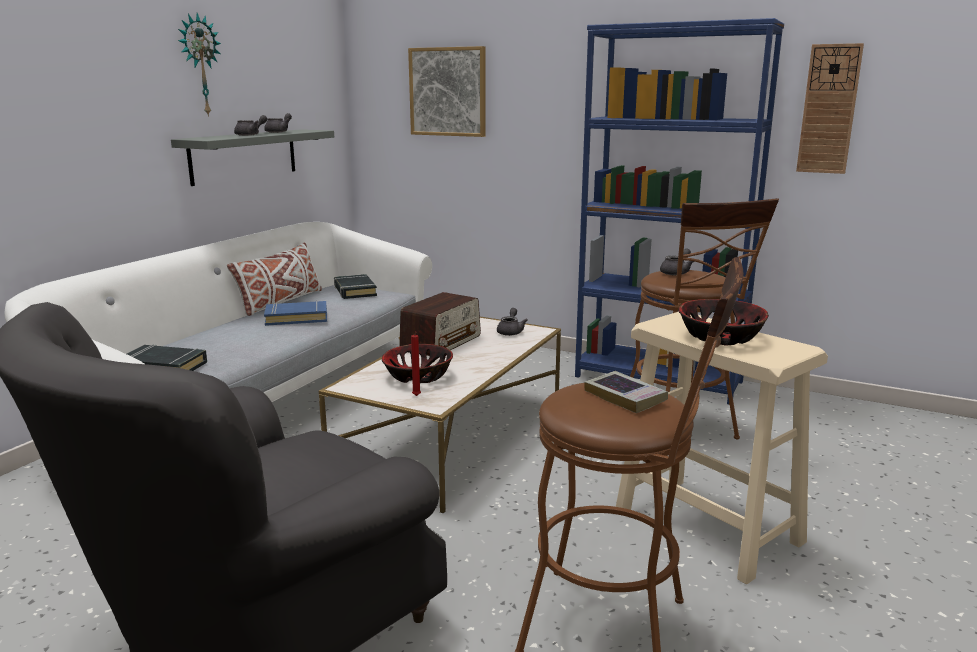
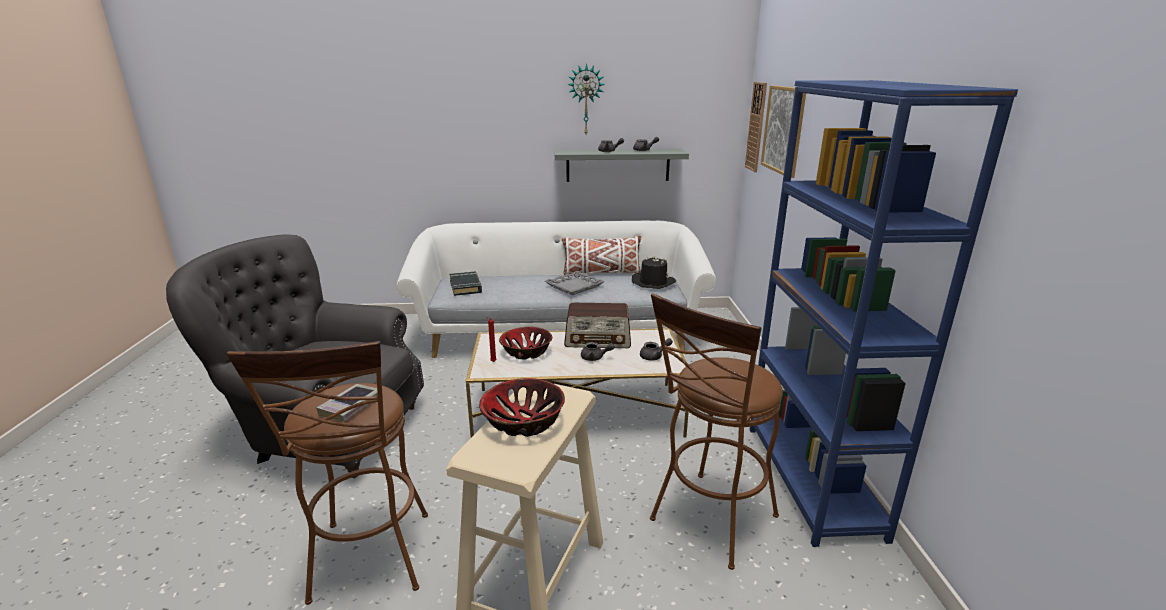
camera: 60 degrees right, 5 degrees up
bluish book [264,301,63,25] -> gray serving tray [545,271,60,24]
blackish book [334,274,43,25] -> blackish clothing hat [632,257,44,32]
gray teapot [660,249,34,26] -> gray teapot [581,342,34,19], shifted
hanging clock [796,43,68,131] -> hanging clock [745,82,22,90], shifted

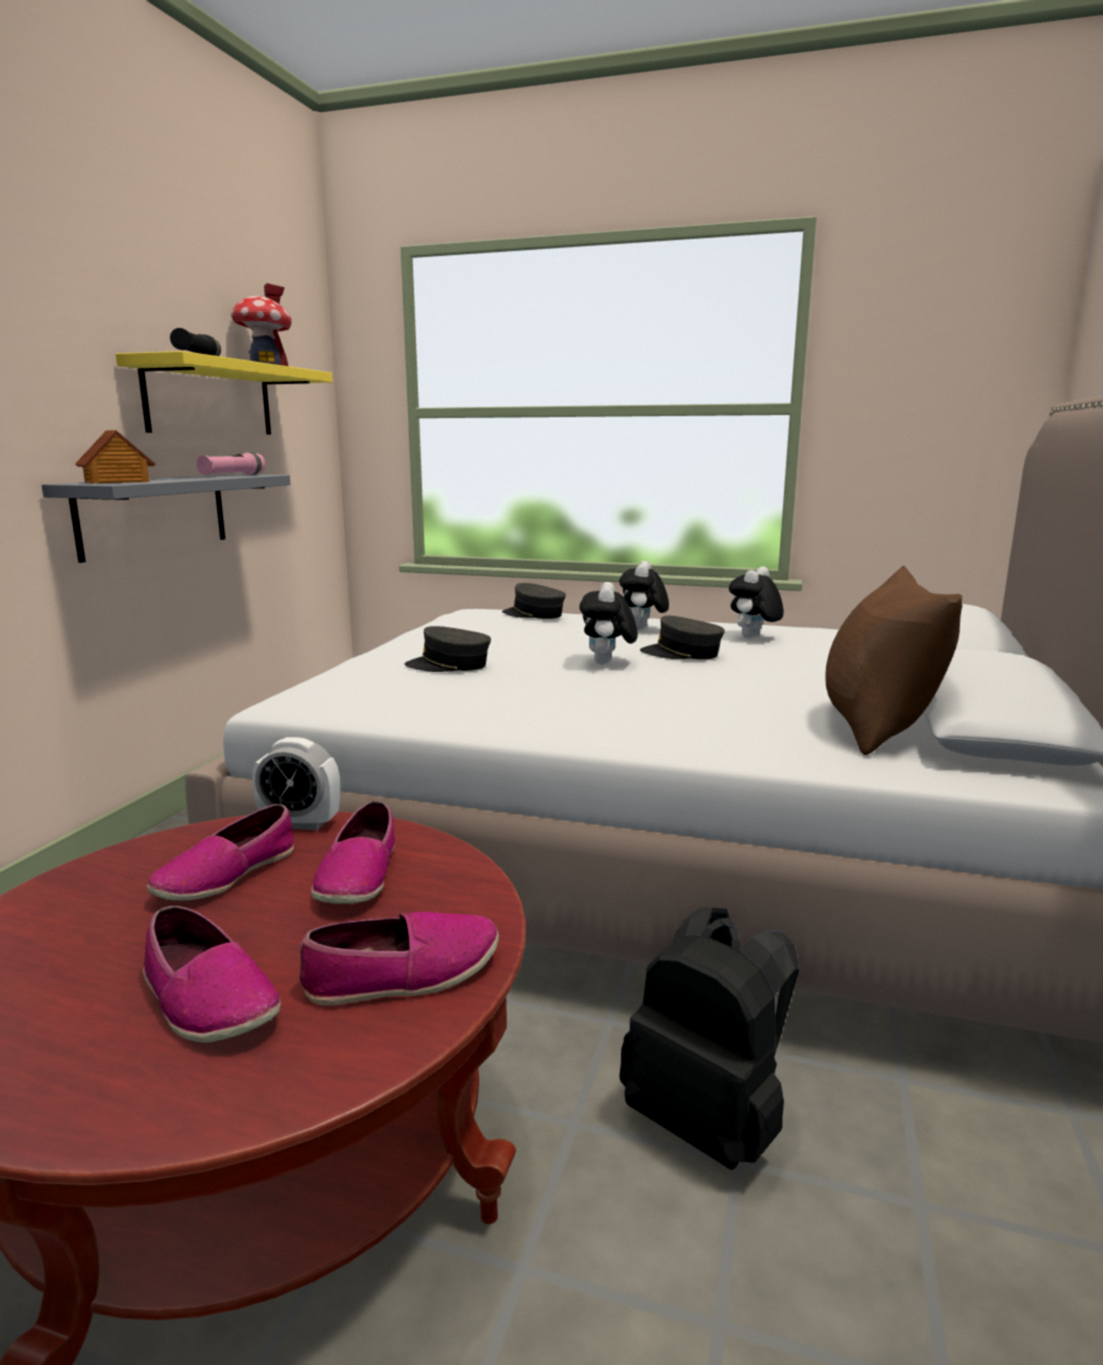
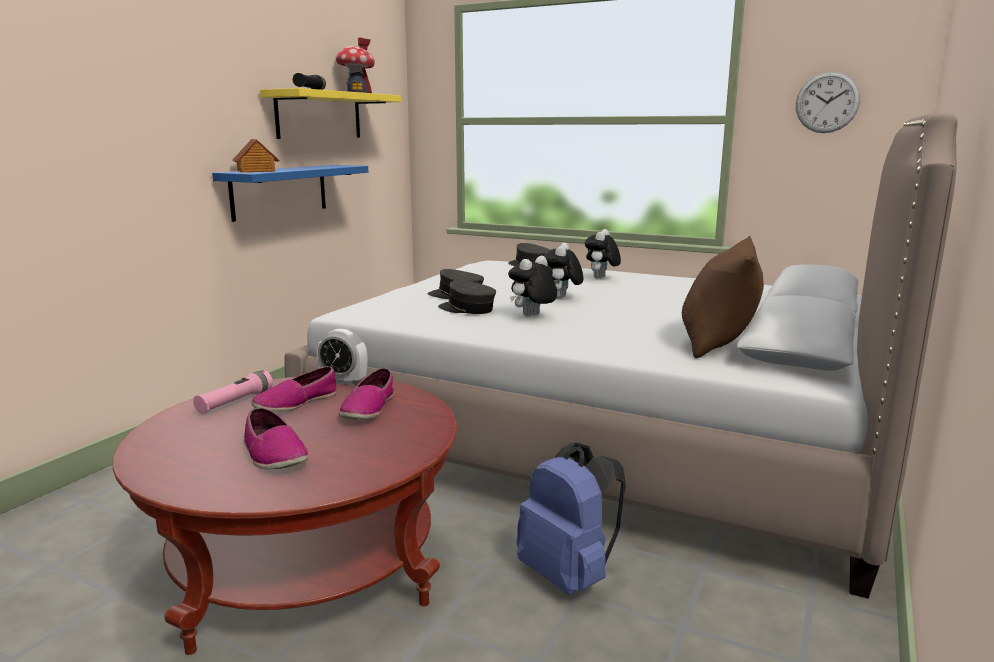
camera: 10 degrees right, 0 degrees up
gray shelf [42,474,249,89] -> bluish shelf [212,165,156,57]
pinkish torch [196,453,69,22] -> pinkish torch [193,370,80,44], shifted
item of footwear [299,912,200,94] -> none
blackish rucksack [619,908,180,262] -> bluish rucksack [517,442,109,153]
gray cap [640,616,85,43] -> gray cap [438,280,58,34], shifted
soft toy [729,566,55,72] -> soft toy [508,256,49,61], shifted
none -> hanging clock [796,71,64,62]

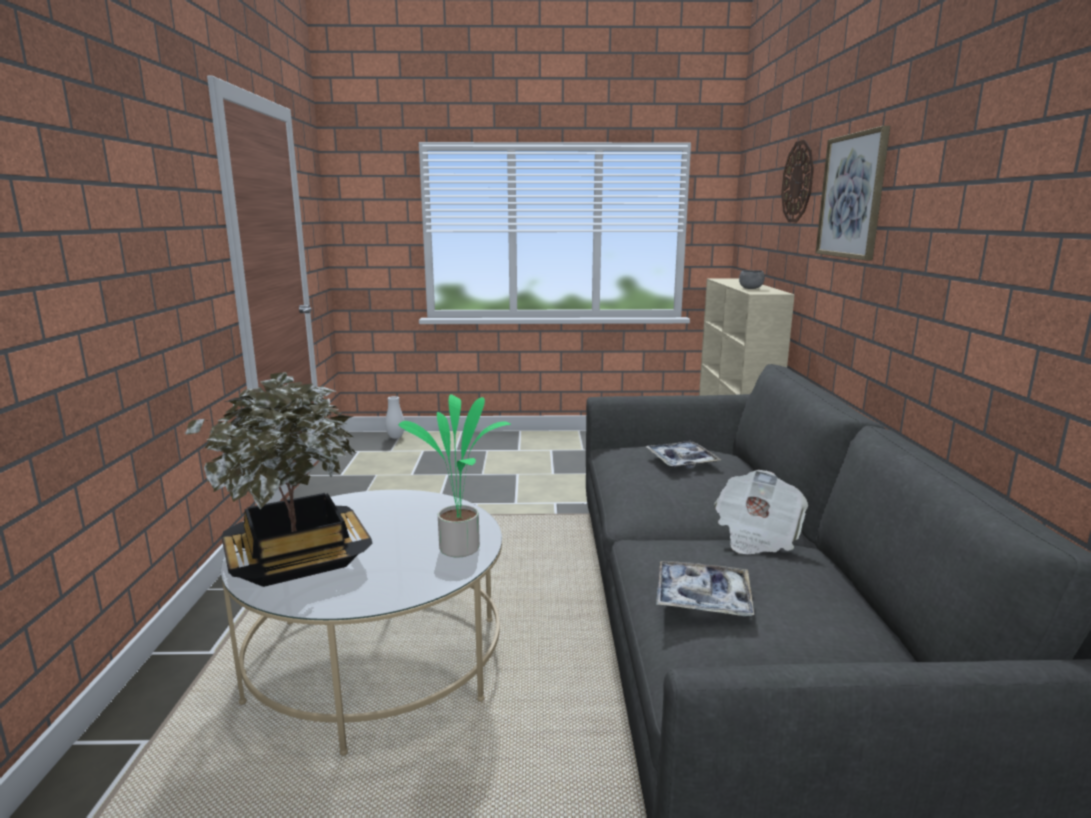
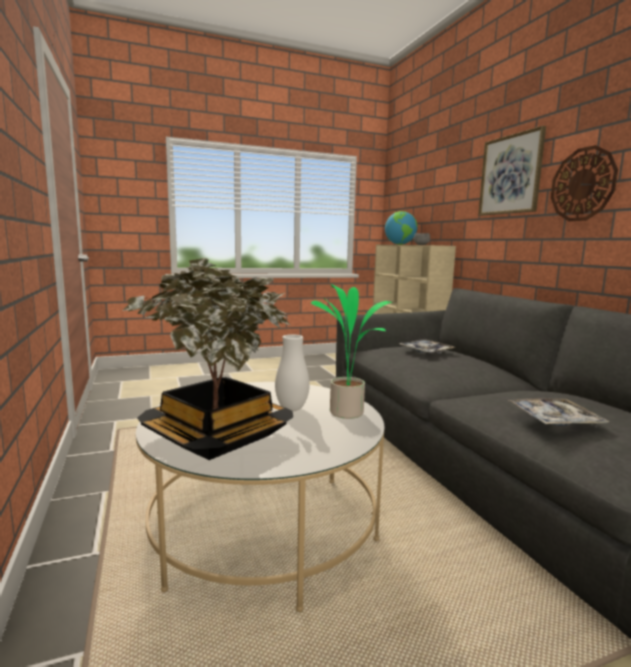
camera: 20 degrees left, 5 degrees down
whitish flower vase [385,396,19,43] -> whitish flower vase [275,334,35,77], shifted
daily paper [714,470,94,84] -> none
hanging clock [781,140,33,82] -> hanging clock [551,145,67,76], shifted
none -> globe [385,211,33,34]

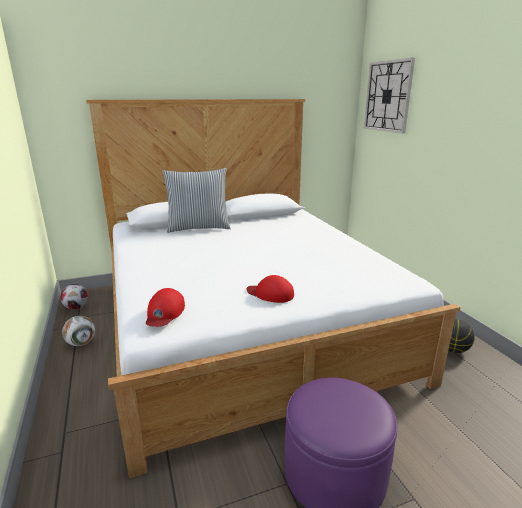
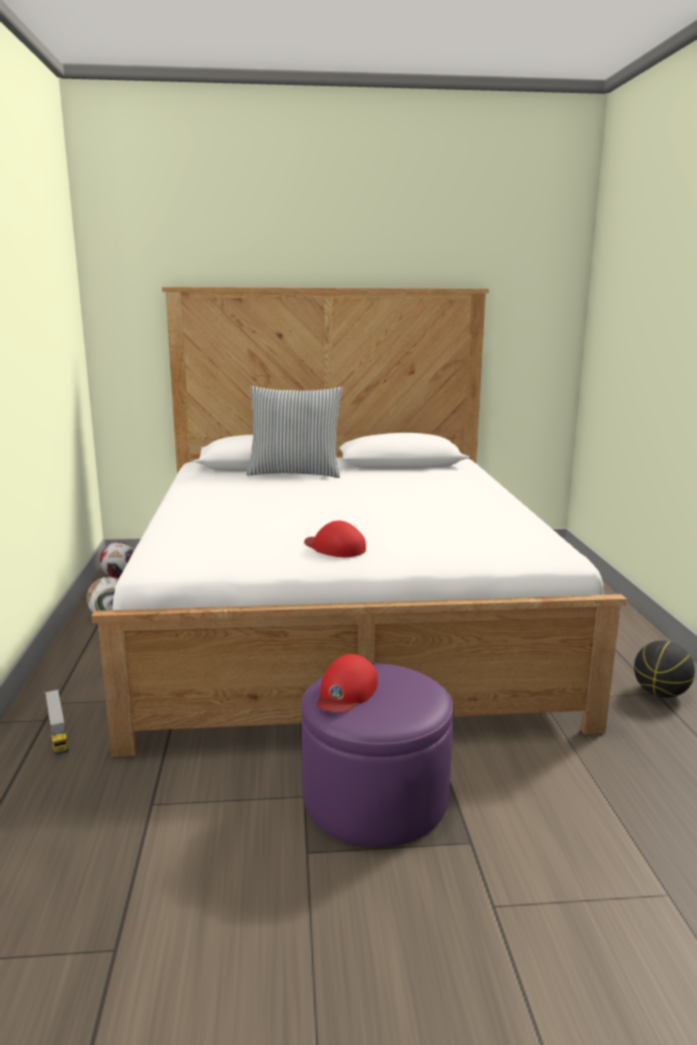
camera: 15 degrees right, 5 degrees down
red cap [146,288,39,39] -> red cap [317,654,61,59], shifted
hanging clock [364,58,51,76] -> none
none -> toy truck [45,689,23,66]

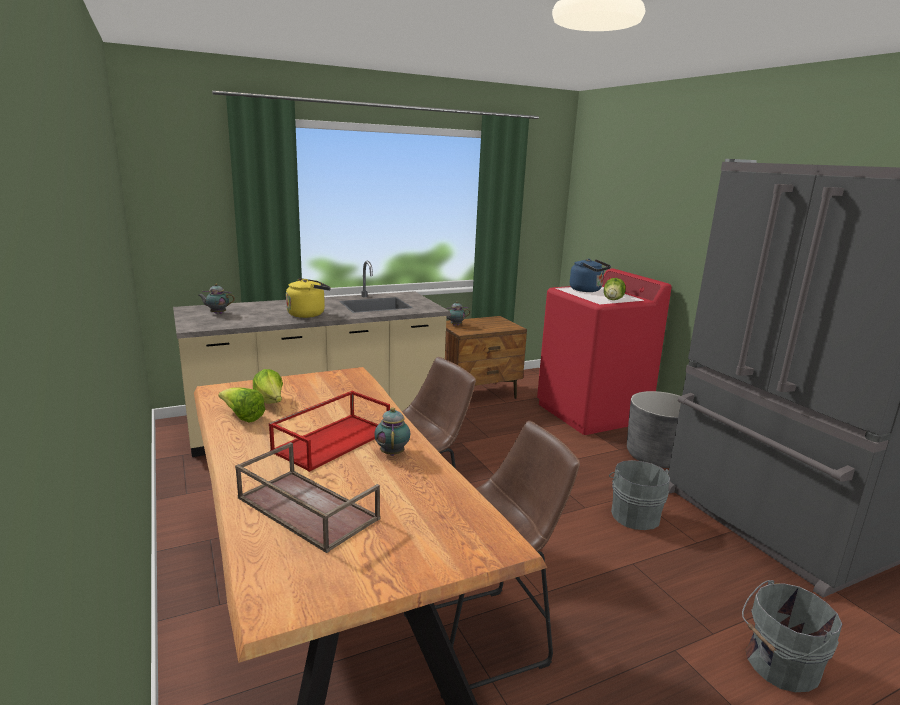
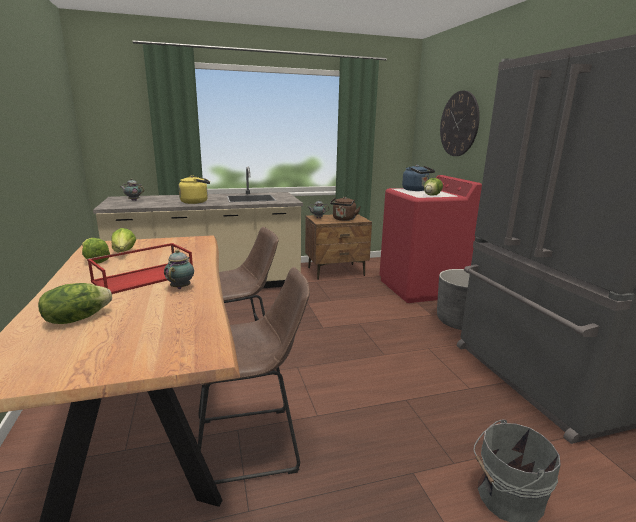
camera: 10 degrees right, 0 degrees up
brown serving tray [235,442,145,111] -> head of lettuce [38,283,74,41]
gray bucket [609,460,61,70] -> none
none -> brown water kettle [330,197,31,24]
none -> hanging clock [440,90,40,66]

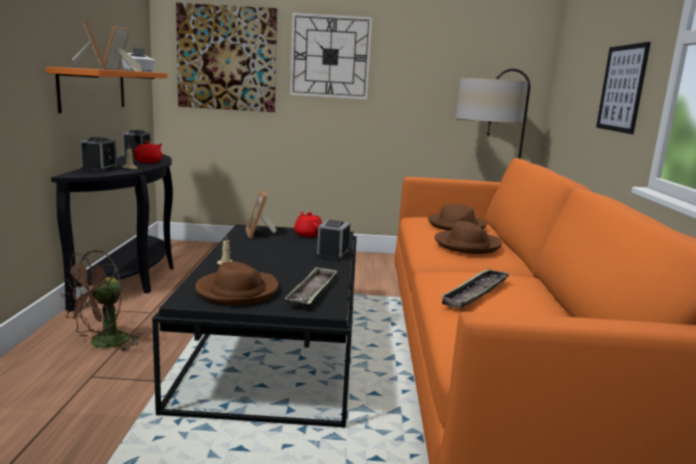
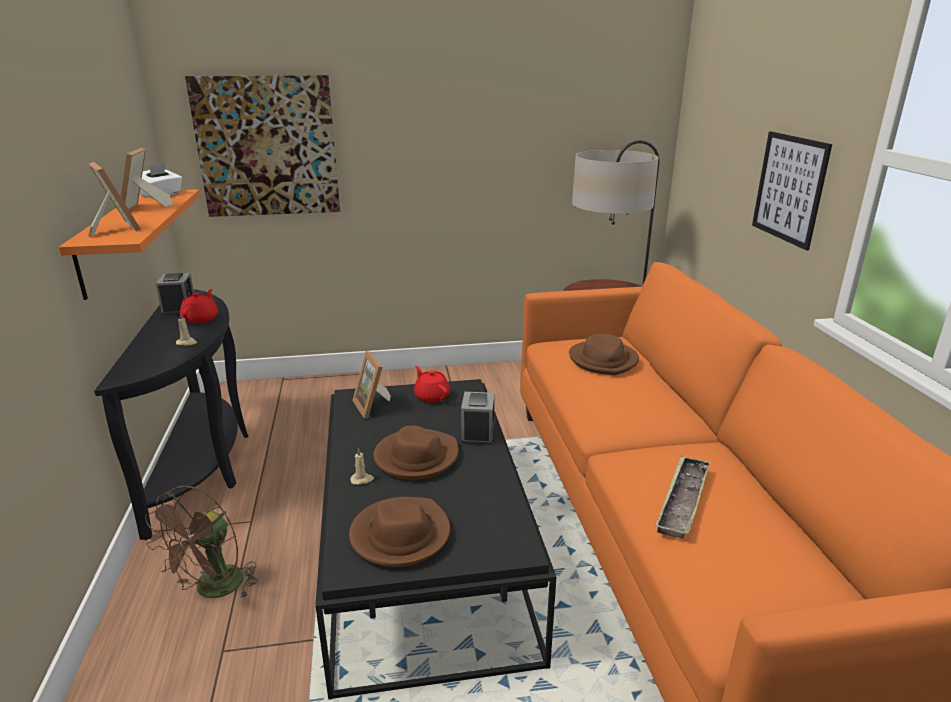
camera: 10 degrees left, 10 degrees up
alarm clock [80,137,38,35] -> none
serving tray [285,266,53,41] -> none
hanging clock [290,13,82,87] -> none
brown clothing hat [435,221,67,33] -> brown clothing hat [374,425,85,55], shifted

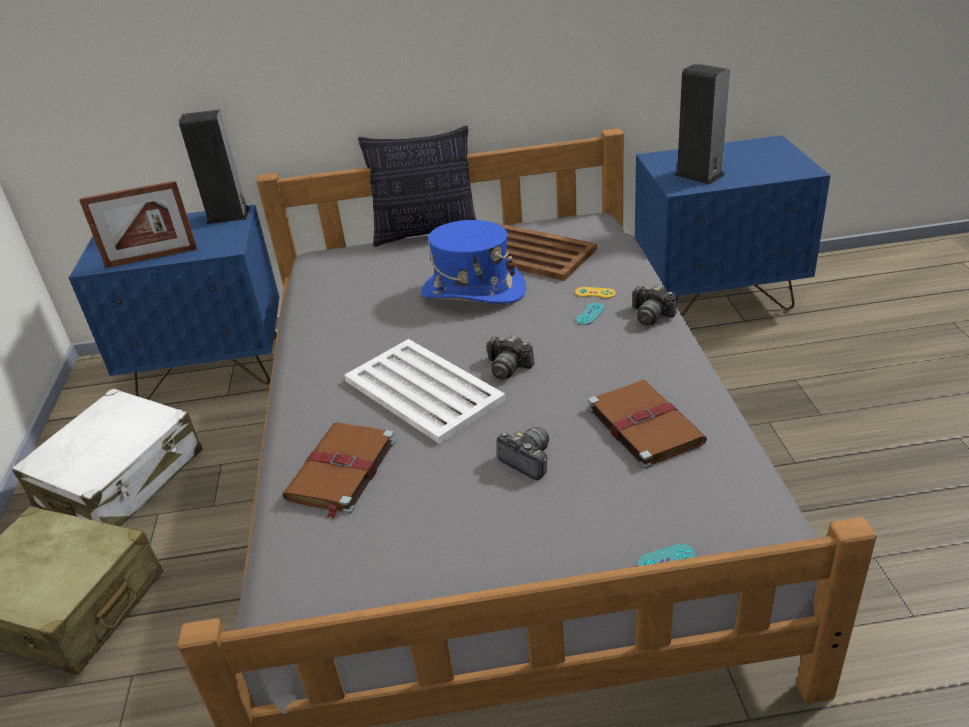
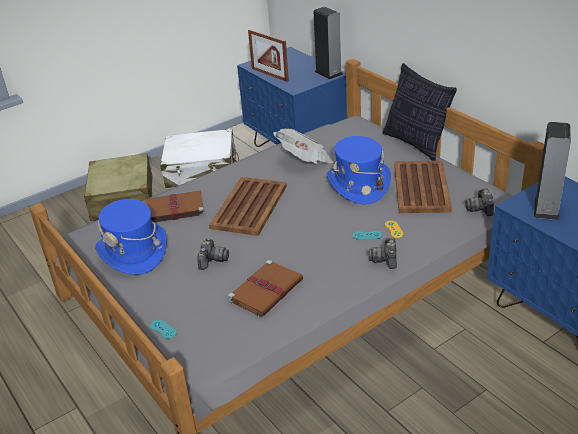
camera: 60 degrees right, 0 degrees up
whitish serving tray [344,339,162,105] -> brown serving tray [209,177,78,59]
photo camera [486,335,48,45] -> photo camera [466,188,28,28], shifted
none -> bluish clothing hat [95,199,72,76]
none -> daily paper [273,129,61,35]

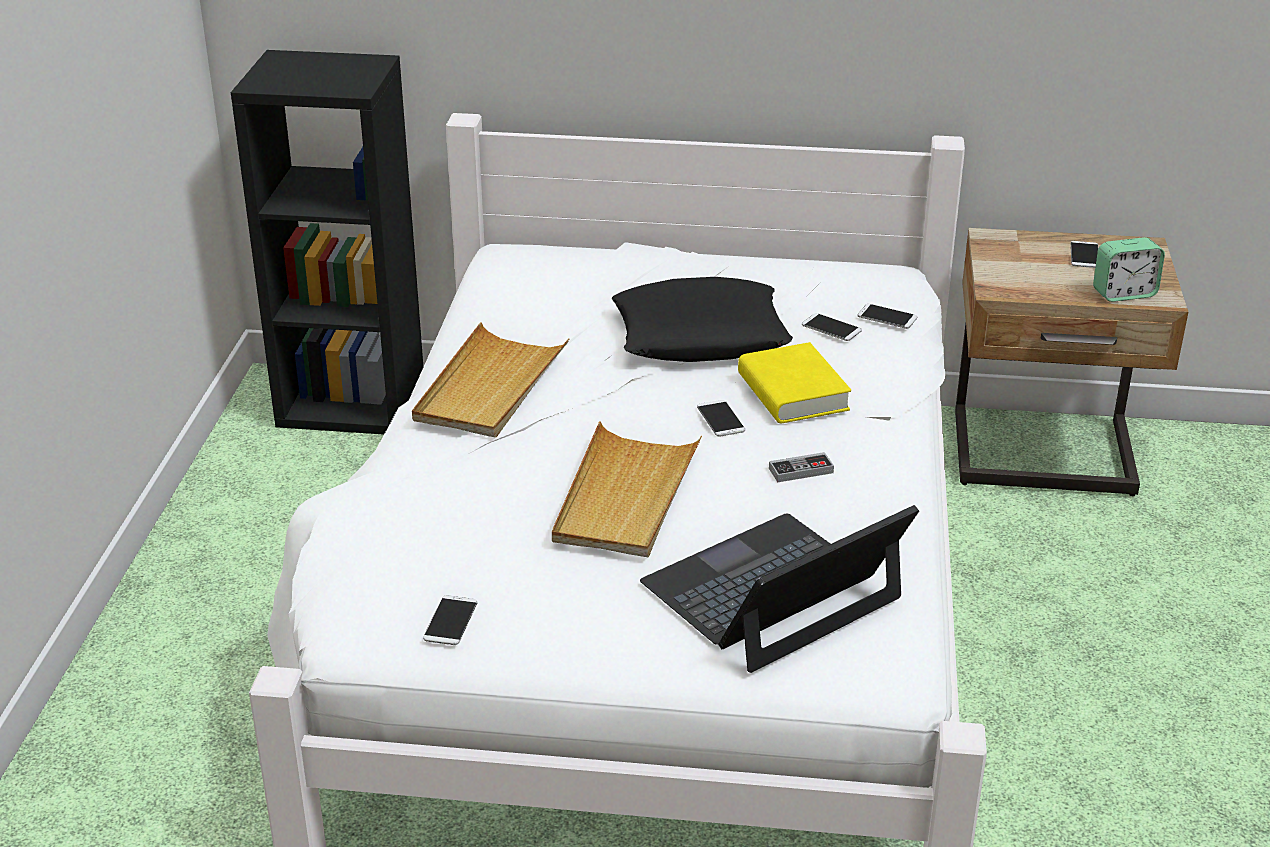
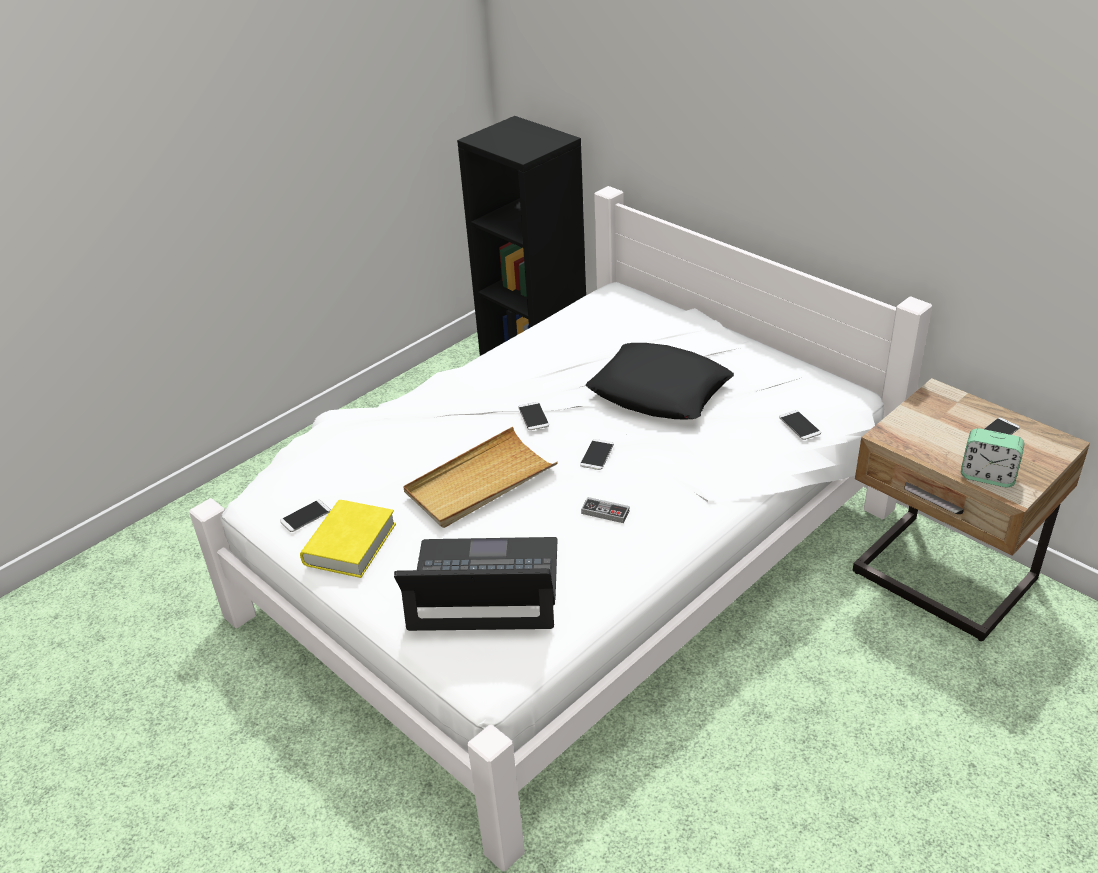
camera: 40 degrees right, 5 degrees up
beige-coloured serving tray [412,322,158,116] -> none
yellow-coloured book [738,342,113,81] -> yellow-coloured book [300,500,96,78], shifted
telephone [802,313,60,28] -> telephone [519,402,30,28], shifted

